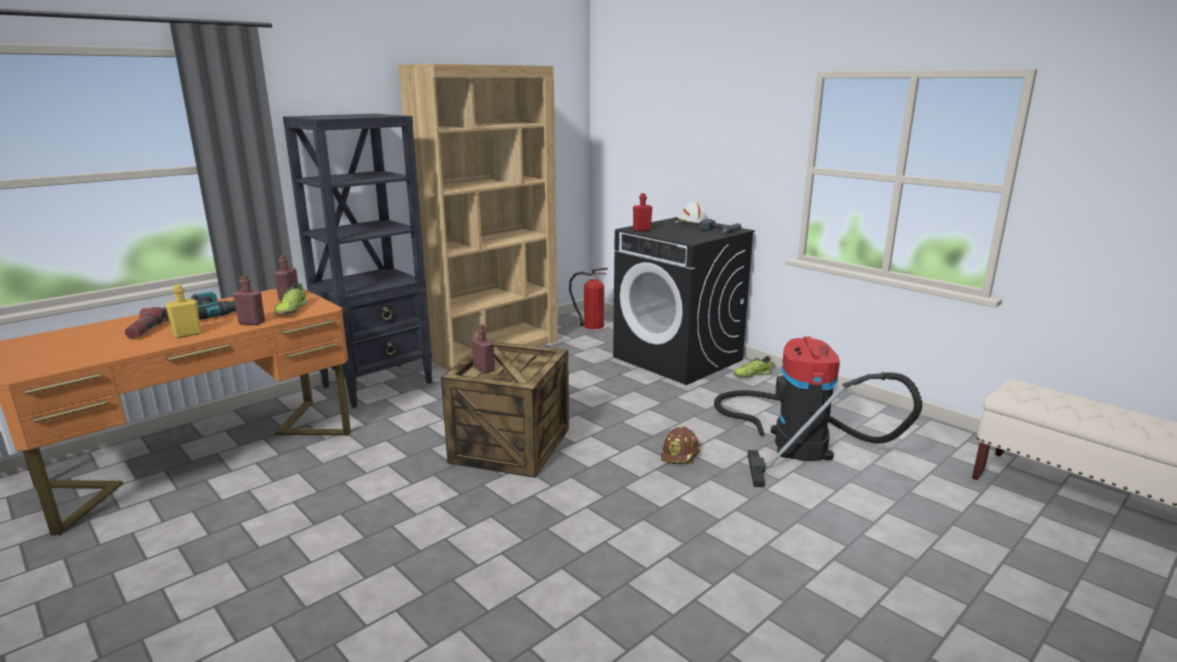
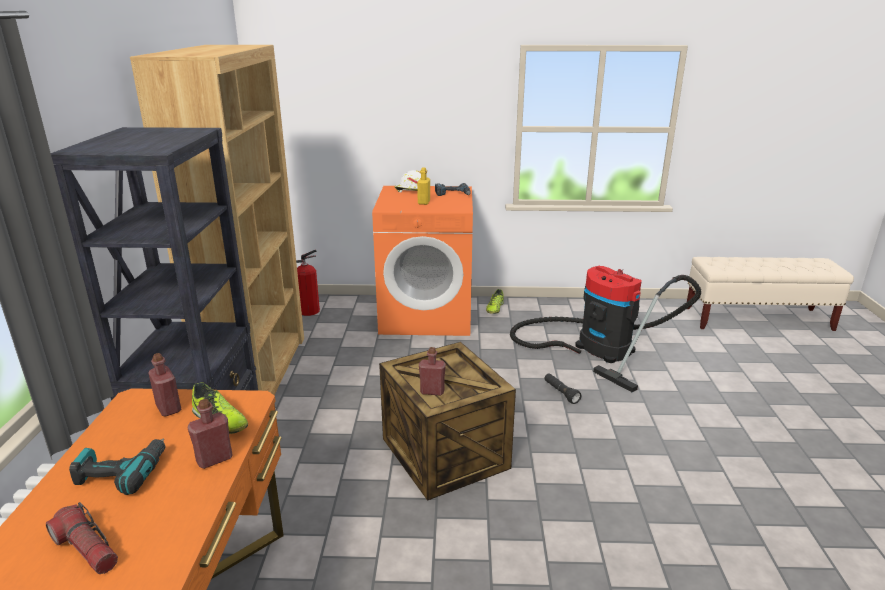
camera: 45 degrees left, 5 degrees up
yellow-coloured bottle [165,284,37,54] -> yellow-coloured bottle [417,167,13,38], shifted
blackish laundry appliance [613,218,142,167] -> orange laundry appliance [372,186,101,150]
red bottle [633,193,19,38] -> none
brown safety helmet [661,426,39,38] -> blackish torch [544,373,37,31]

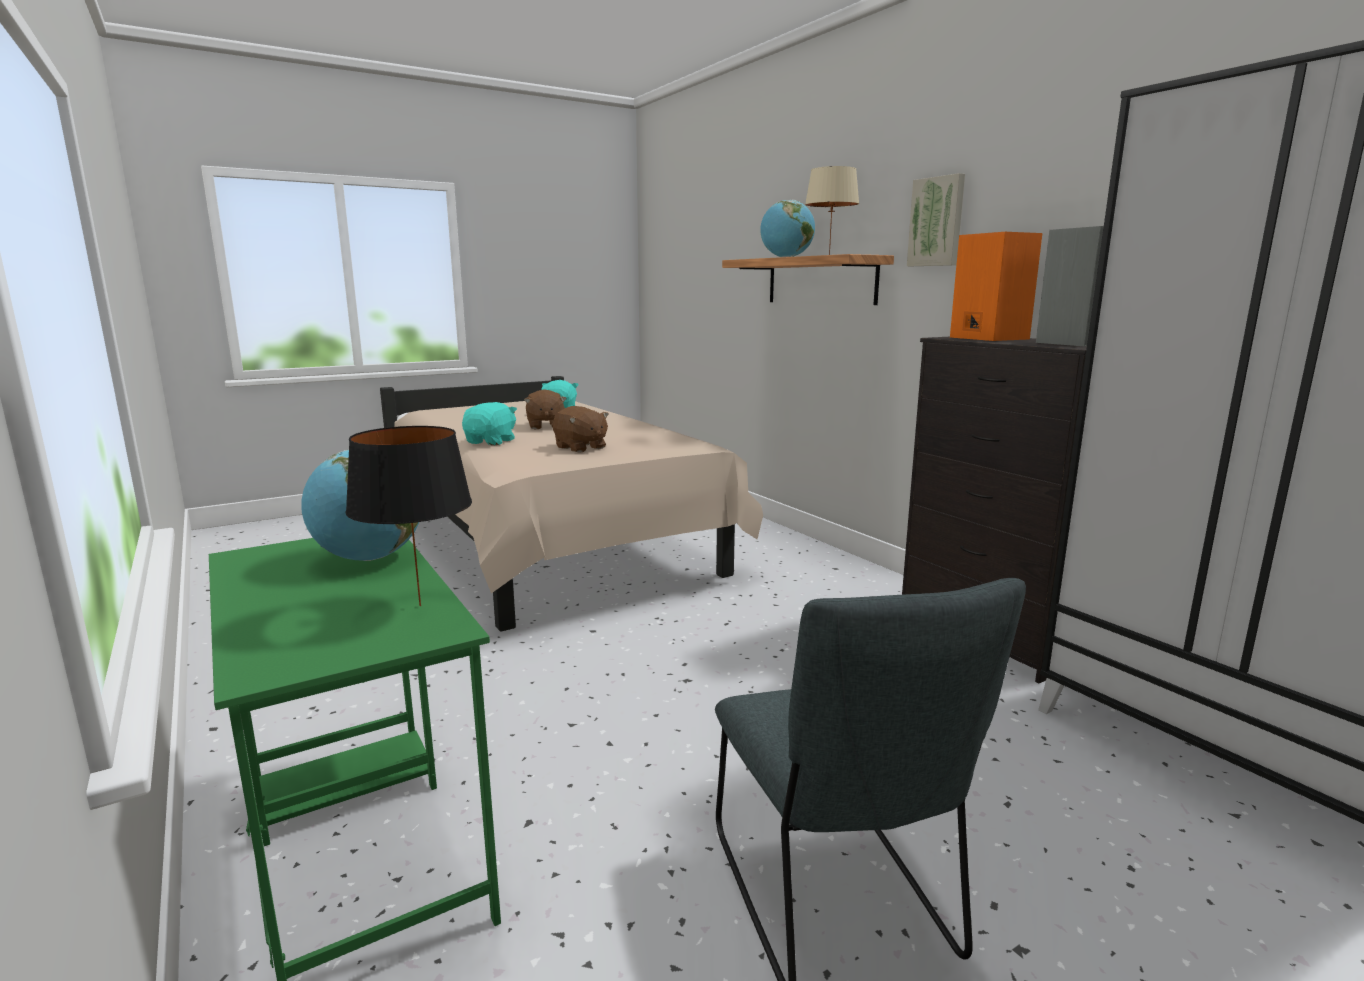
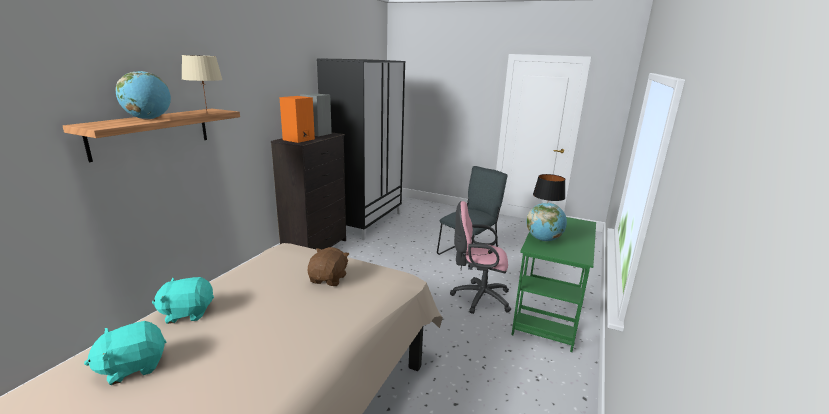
camera: 125 degrees left, 5 degrees up
blue-green soft toy [462,402,55,43] -> blue-green soft toy [152,277,62,47], shifted
brown soft toy [524,390,43,39] -> none
wall art [907,173,58,93] -> none
none -> pinkish office chair [450,201,61,113]

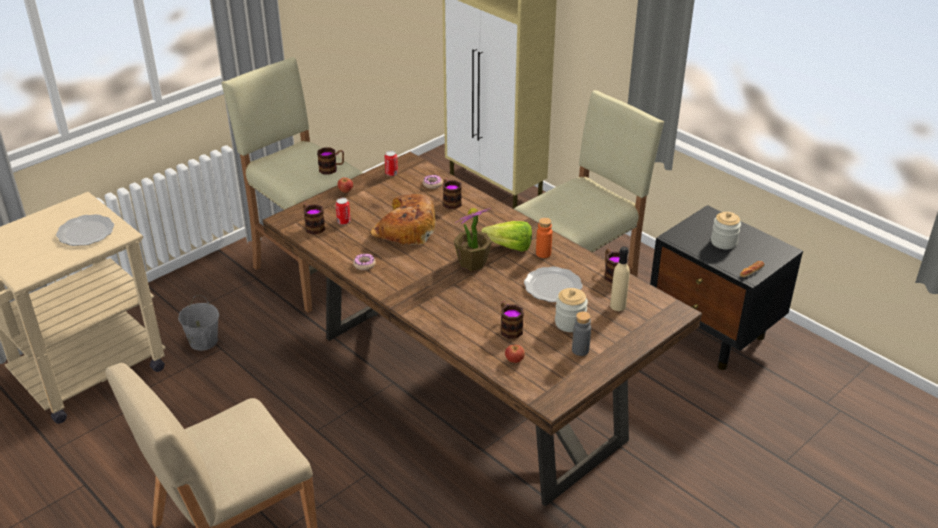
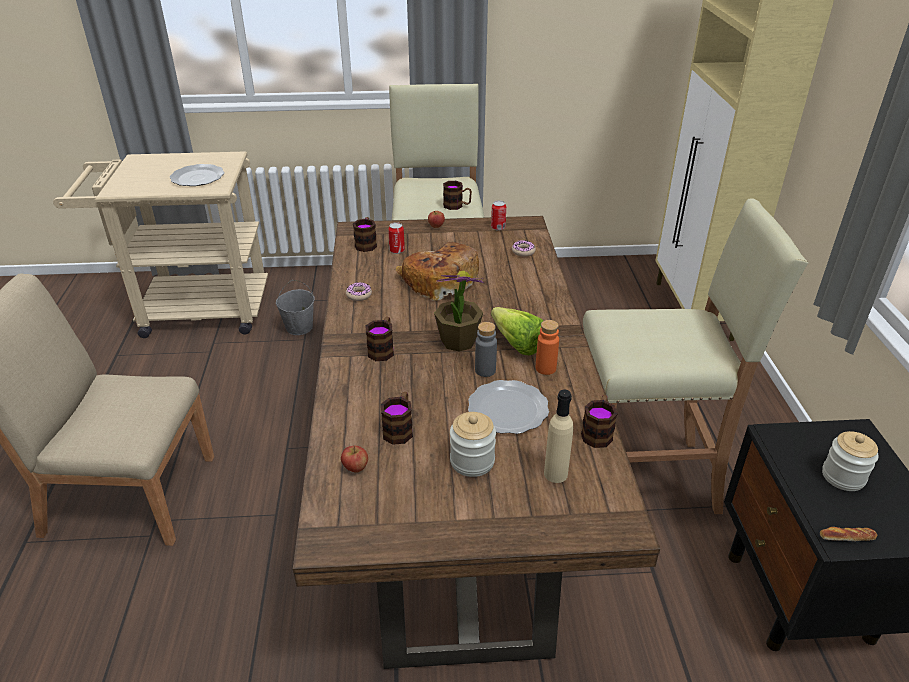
camera: 40 degrees right, 0 degrees up
mug [443,179,19,30] -> mug [366,317,28,44], shifted
gray bottle [572,311,19,45] -> gray bottle [475,322,22,55], shifted

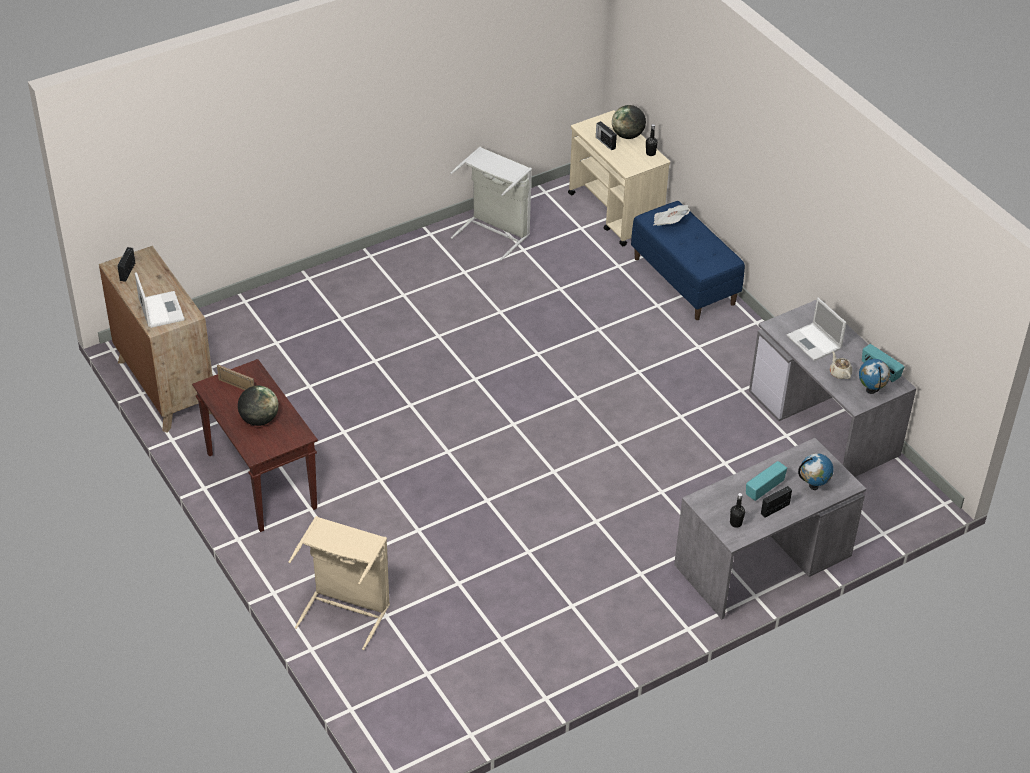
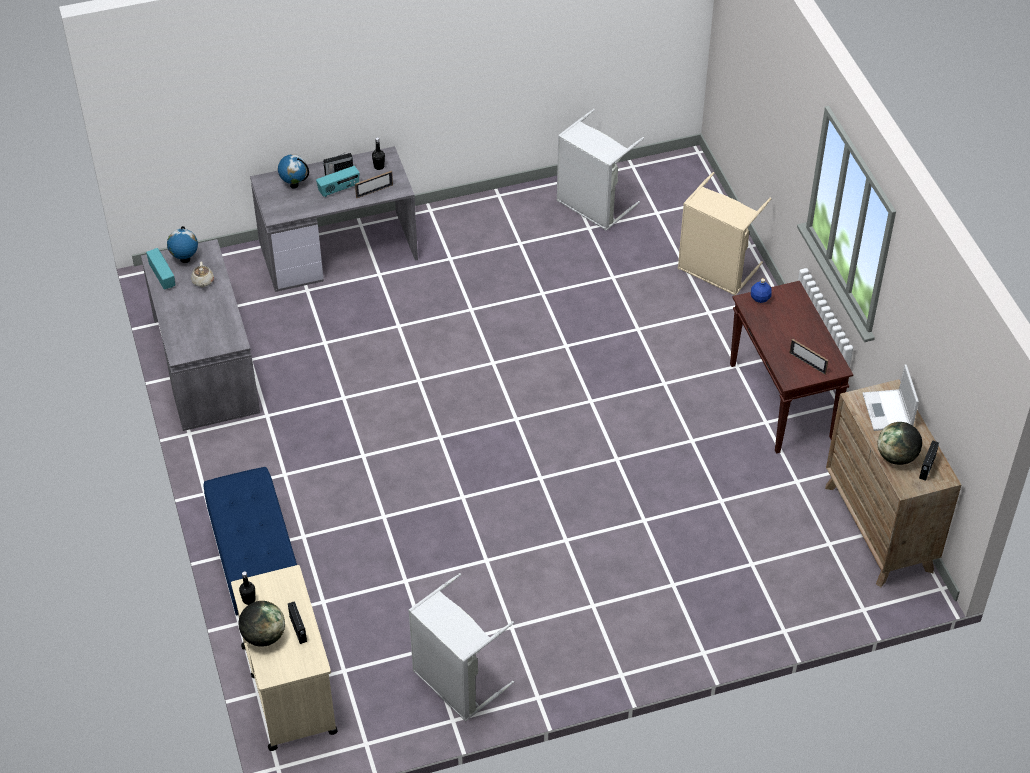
camera: 165 degrees left, 5 degrees up
globe [238,385,41,41] -> globe [878,422,44,43], shifted
daily paper [653,205,37,21] -> none
laptop [787,298,60,63] -> none
none -> picture frame [355,171,38,27]
none -> gray laundry basket [557,109,87,122]
none -> bluish bottle [751,278,21,25]

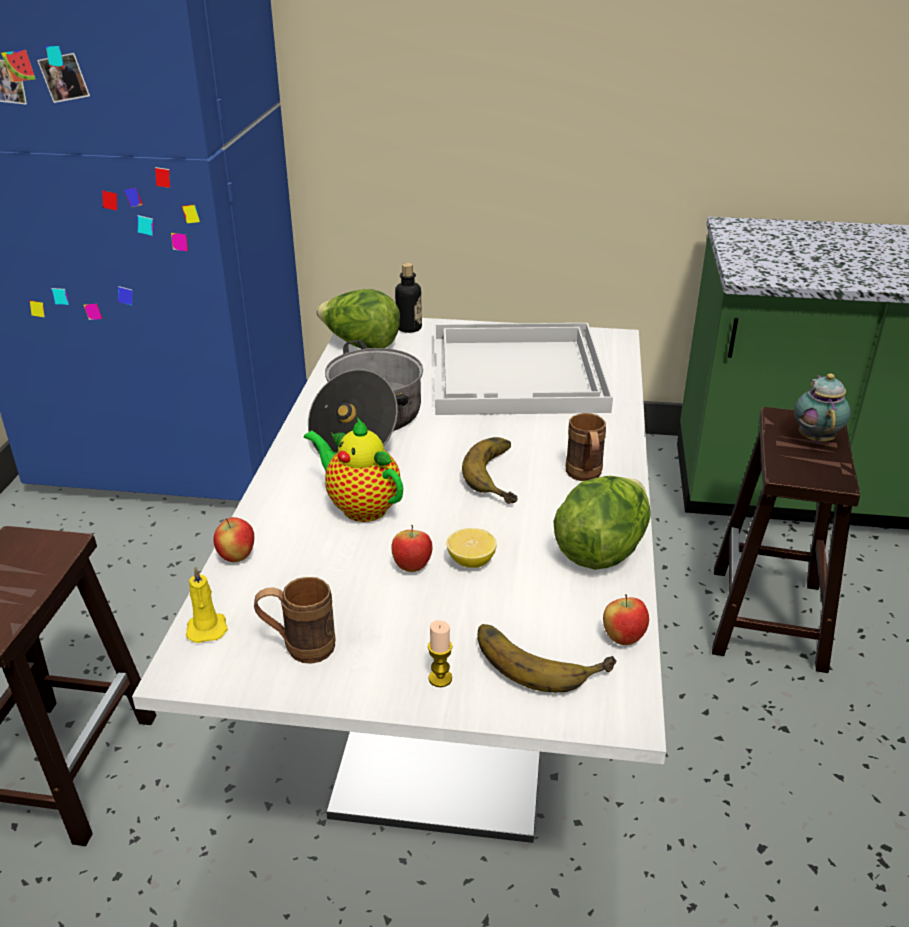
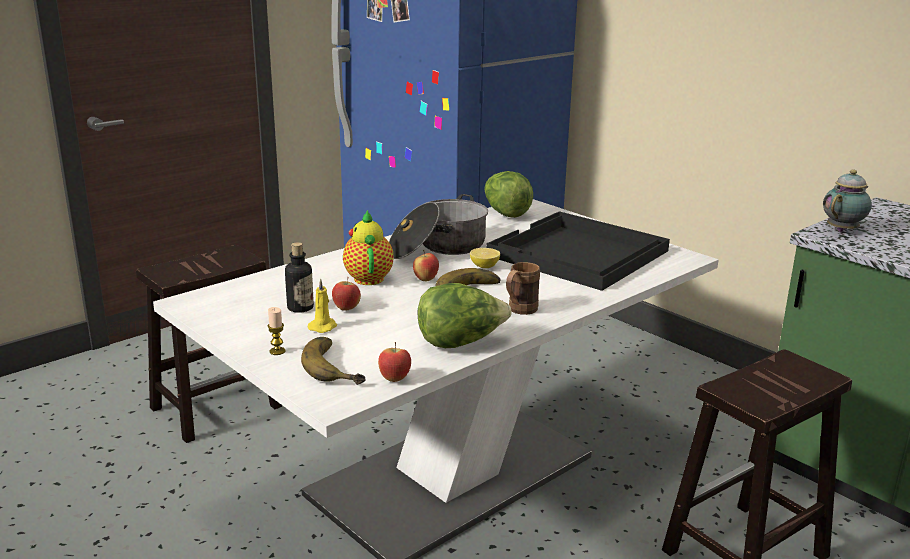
camera: 40 degrees right, 10 degrees down
yellow-coloured wax light [186,566,42,77] -> yellow-coloured wax light [307,279,30,54], shifted
apple [213,517,41,45] -> apple [413,250,26,31], shifted
brown mug [254,577,82,87] -> none
bottle [395,263,27,70] -> bottle [285,242,29,71], shifted
whitish serving tray [434,323,179,92] -> blackish serving tray [486,211,184,80]
citrus fruit [446,528,51,40] -> citrus fruit [470,248,30,20], shifted
teapot [794,373,57,70] -> teapot [823,169,49,63], shifted

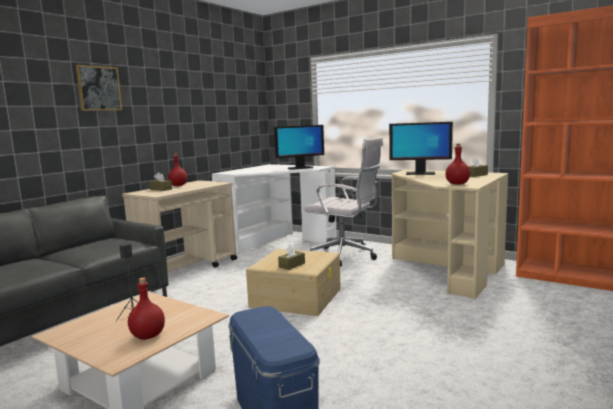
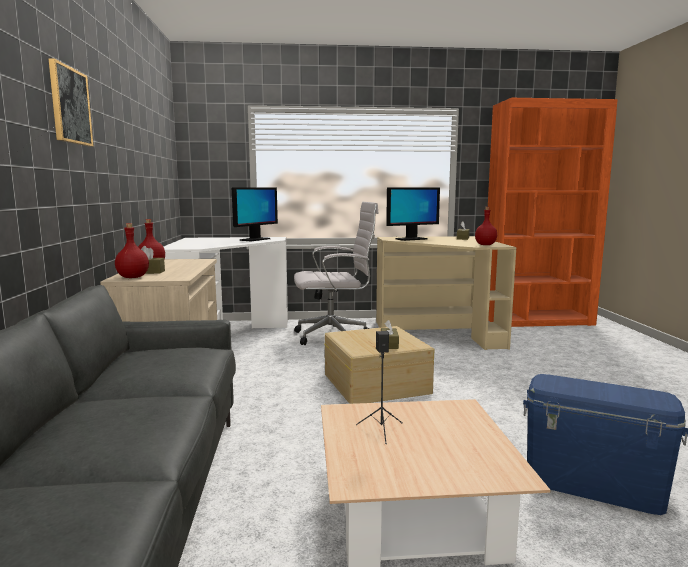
camera: 40 degrees left, 0 degrees up
red bottle [128,278,37,62] -> red bottle [115,223,34,55], shifted

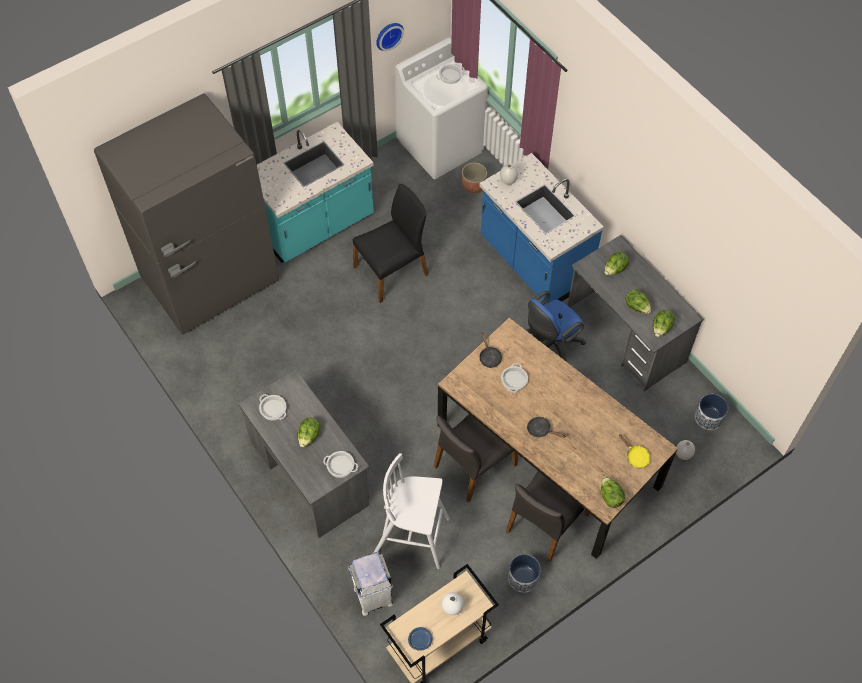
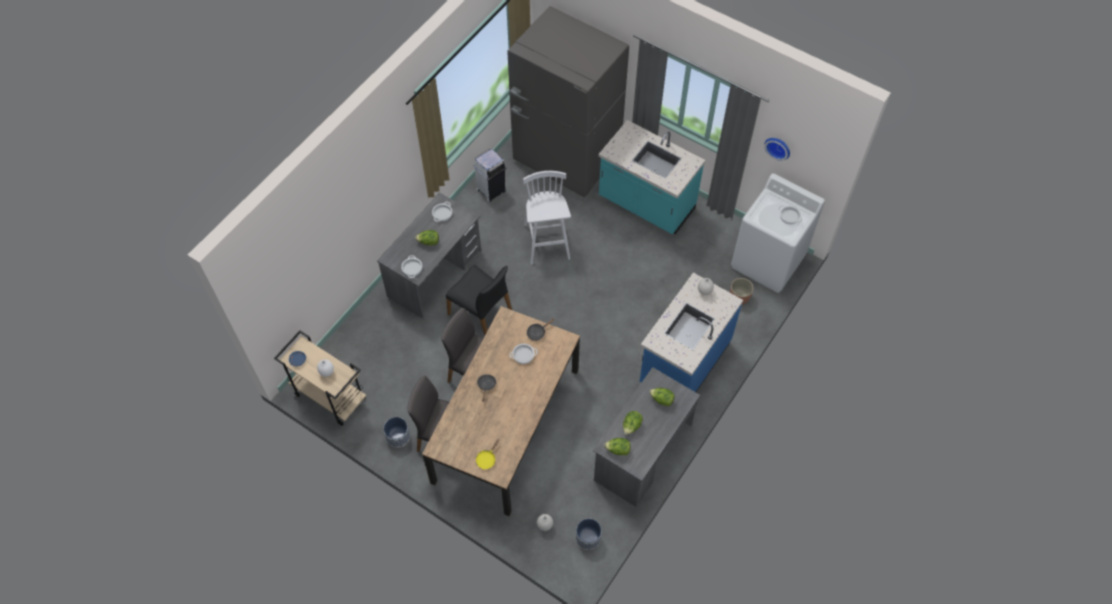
camera: 70 degrees right, 0 degrees up
whitish waste bin [348,552,45,64] -> whitish waste bin [473,149,34,53], shifted
blackish upright chair [353,184,75,119] -> blackish upright chair [446,265,66,70], shifted
whitish sitting stool [373,453,77,116] -> whitish sitting stool [523,171,48,93], shifted
bluish office chair [526,291,60,71] -> none
head of lettuce [601,477,24,31] -> none

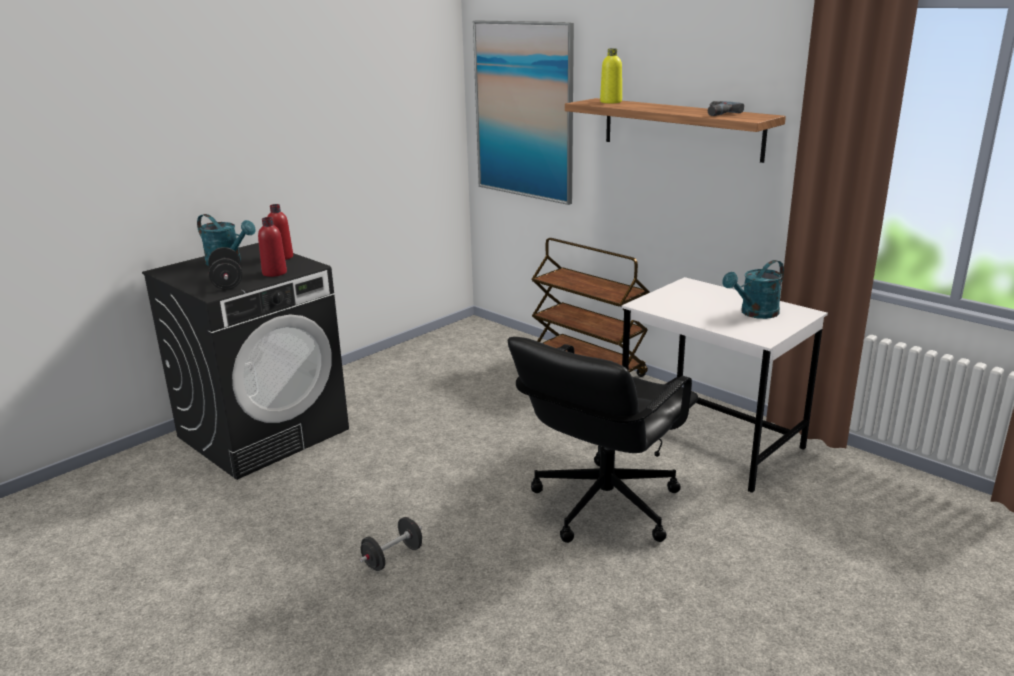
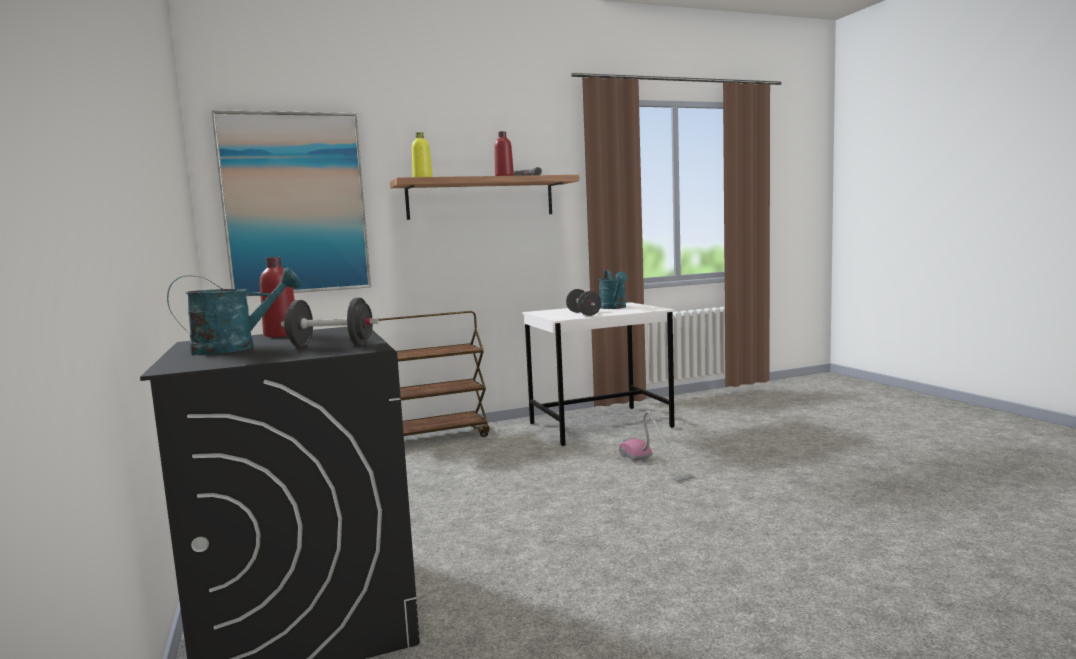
camera: 65 degrees left, 15 degrees down
red bottle [258,217,29,60] -> red bottle [494,131,20,45], shifted
blackish dumbbell [360,517,62,54] -> blackish dumbbell [566,289,35,27], shifted
blackish office chair [507,337,191,206] -> vacuum cleaner [619,410,76,72]

